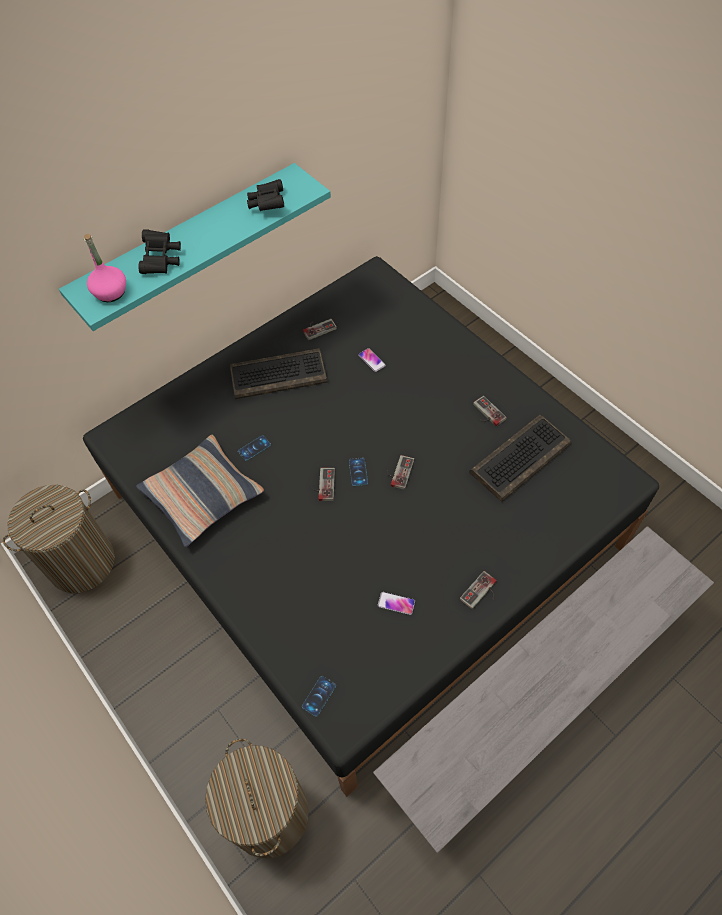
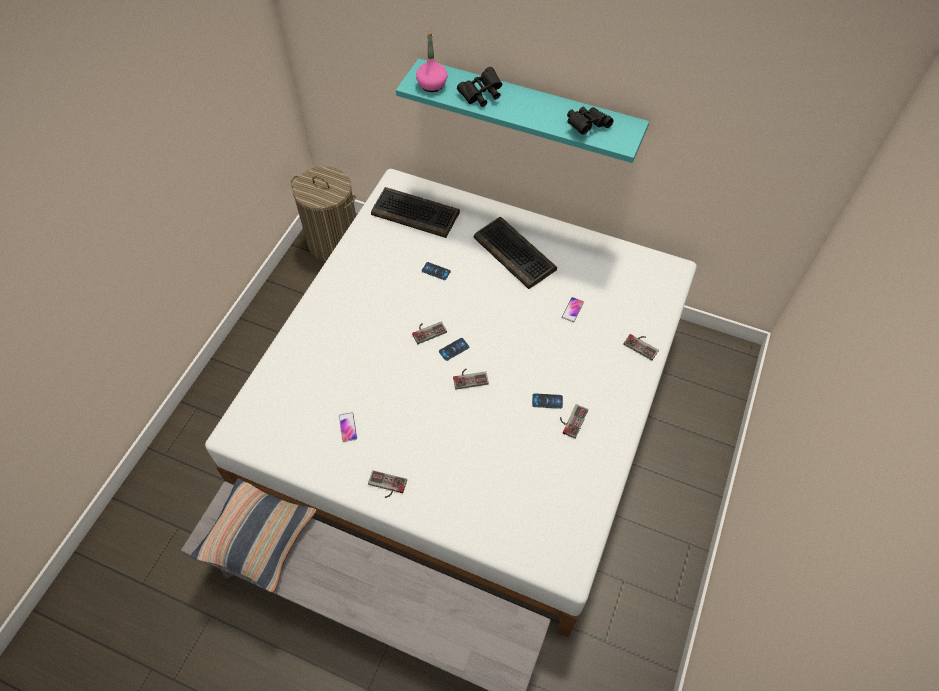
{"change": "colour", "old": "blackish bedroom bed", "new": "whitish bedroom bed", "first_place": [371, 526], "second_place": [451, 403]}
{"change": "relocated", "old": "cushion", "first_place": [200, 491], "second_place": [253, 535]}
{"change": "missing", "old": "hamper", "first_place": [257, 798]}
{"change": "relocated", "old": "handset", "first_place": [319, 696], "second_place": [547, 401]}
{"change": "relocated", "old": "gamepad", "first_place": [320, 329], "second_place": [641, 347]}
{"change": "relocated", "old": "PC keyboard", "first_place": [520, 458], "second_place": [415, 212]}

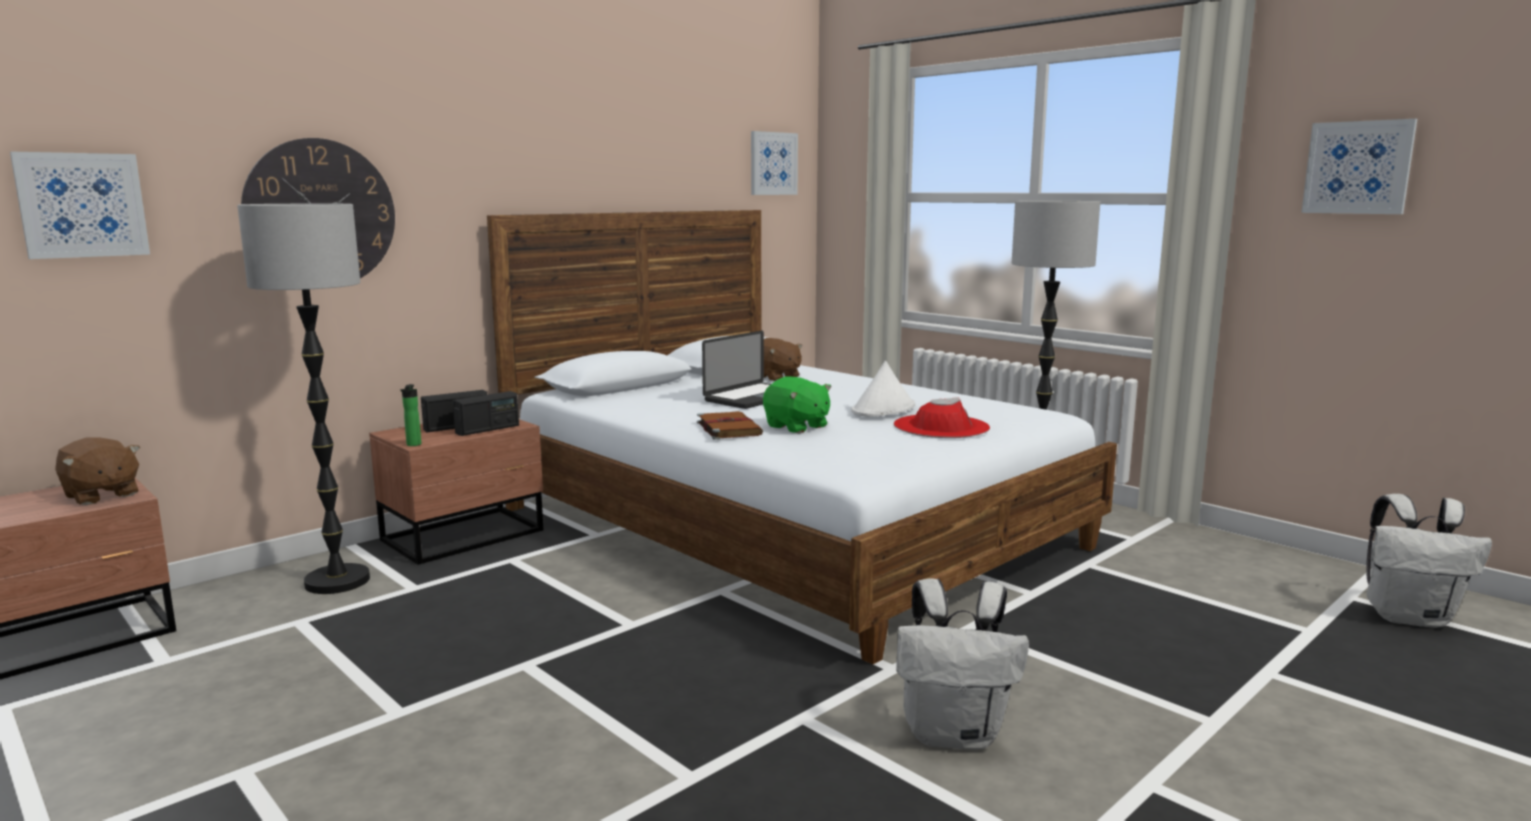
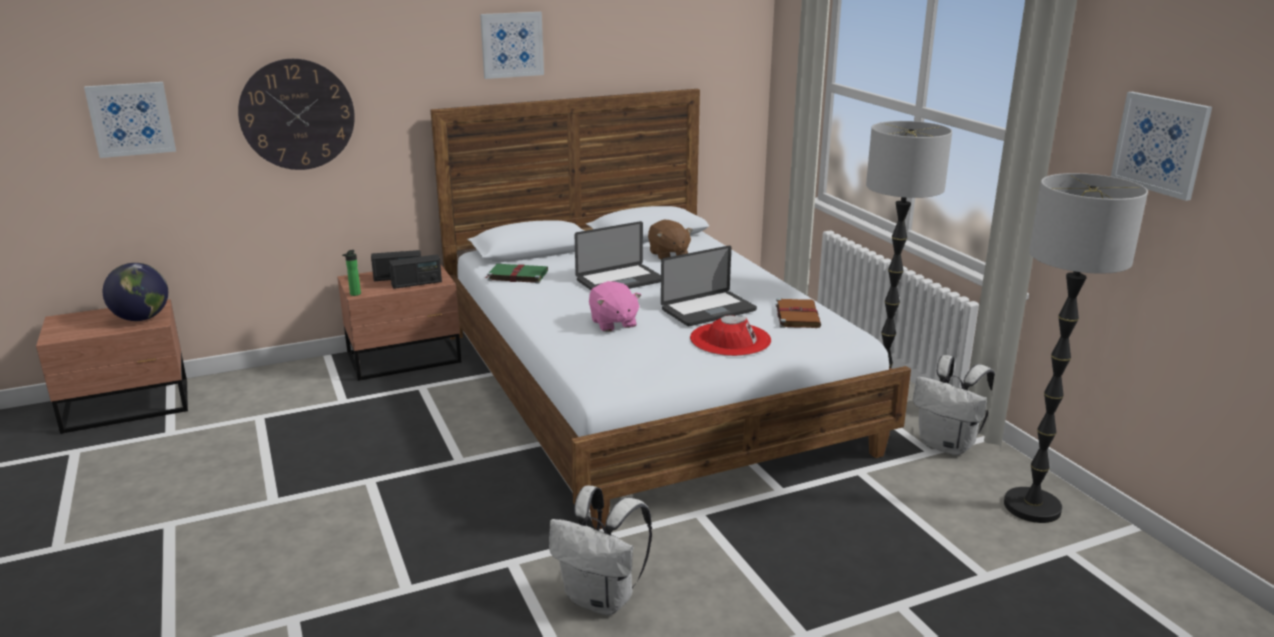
{"change": "exchanged", "old": "brownish cuddly toy", "new": "globe", "first_place": [97, 471], "second_place": [135, 292]}
{"change": "relocated", "old": "floor lamp", "first_place": [303, 399], "second_place": [1076, 348]}
{"change": "relocated", "old": "brownish volume", "first_place": [730, 425], "second_place": [798, 313]}
{"change": "relocated", "old": "wall art", "first_place": [774, 163], "second_place": [512, 45]}
{"change": "colour", "old": "green-coloured cuddly toy", "new": "pinkish cuddly toy", "first_place": [797, 405], "second_place": [615, 306]}
{"change": "exchanged", "old": "whitish clothing hat", "new": "portable computer", "first_place": [883, 389], "second_place": [709, 286]}
{"change": "relocated", "old": "whitish knapsack", "first_place": [1429, 561], "second_place": [954, 405]}
{"change": "appeared", "new": "green-coloured volume", "second_place": [516, 274]}

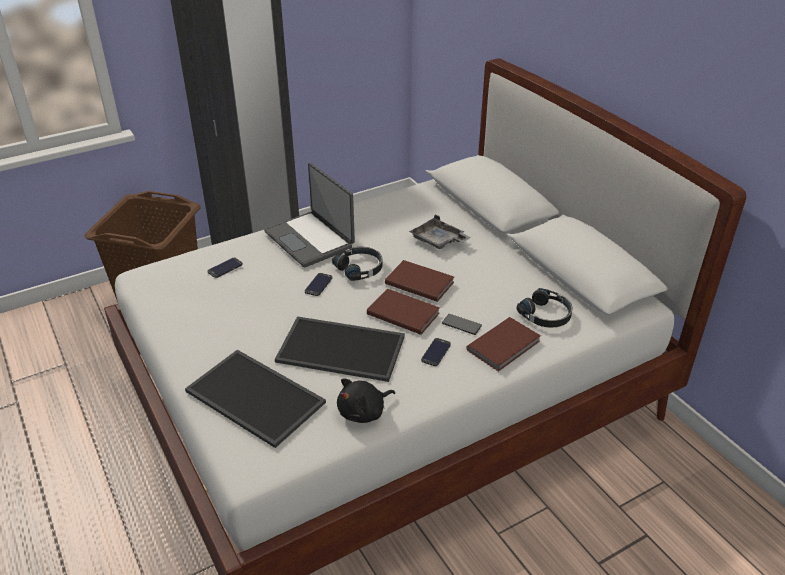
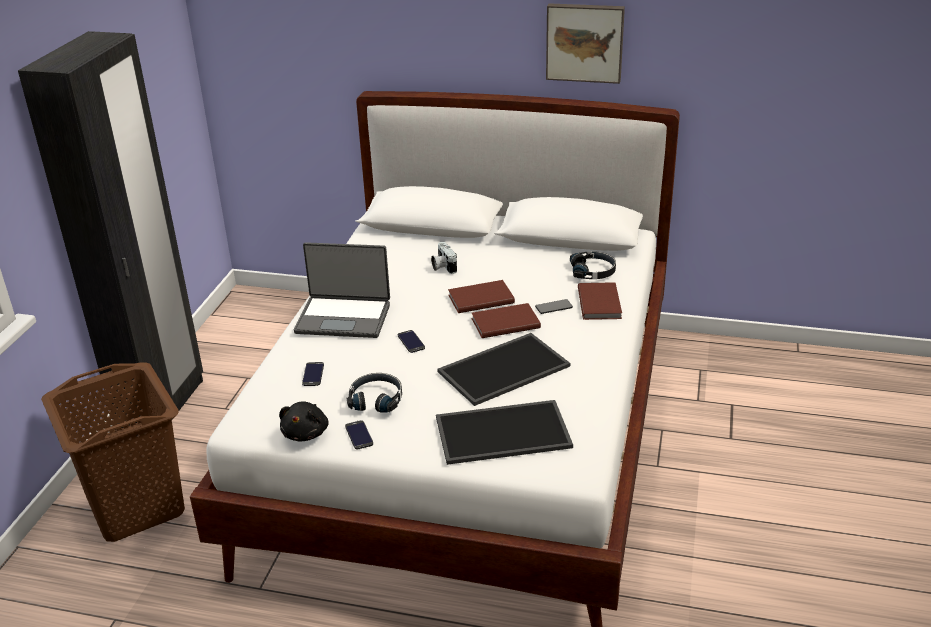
{"change": "relocated", "old": "blackish headphones", "first_place": [357, 264], "second_place": [374, 393]}
{"change": "relocated", "old": "blackish cuddly toy", "first_place": [366, 401], "second_place": [304, 421]}
{"change": "exchanged", "old": "grey tray", "new": "photo camera", "first_place": [440, 232], "second_place": [444, 258]}
{"change": "relocated", "old": "handset", "first_place": [436, 352], "second_place": [359, 434]}
{"change": "appeared", "new": "wall art", "second_place": [585, 43]}

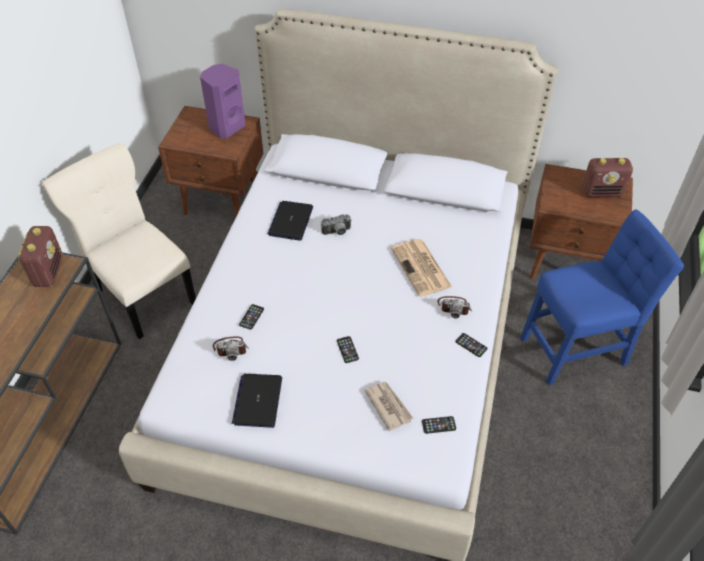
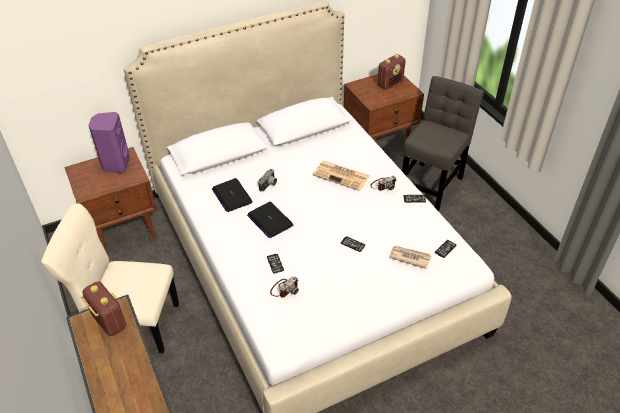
{"change": "relocated", "old": "portable computer", "first_place": [257, 401], "second_place": [270, 220]}
{"change": "colour", "old": "blue chair", "new": "grey chair", "first_place": [602, 297], "second_place": [443, 144]}

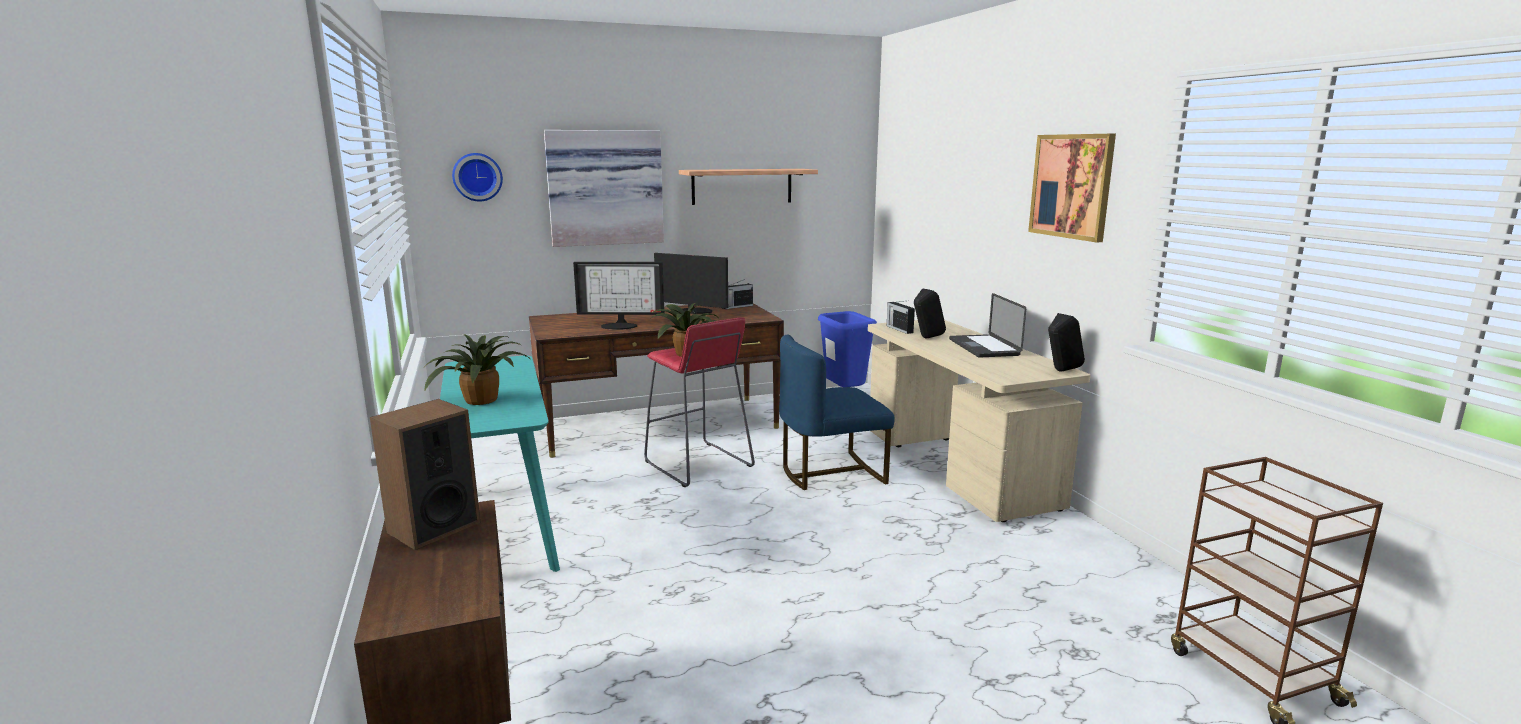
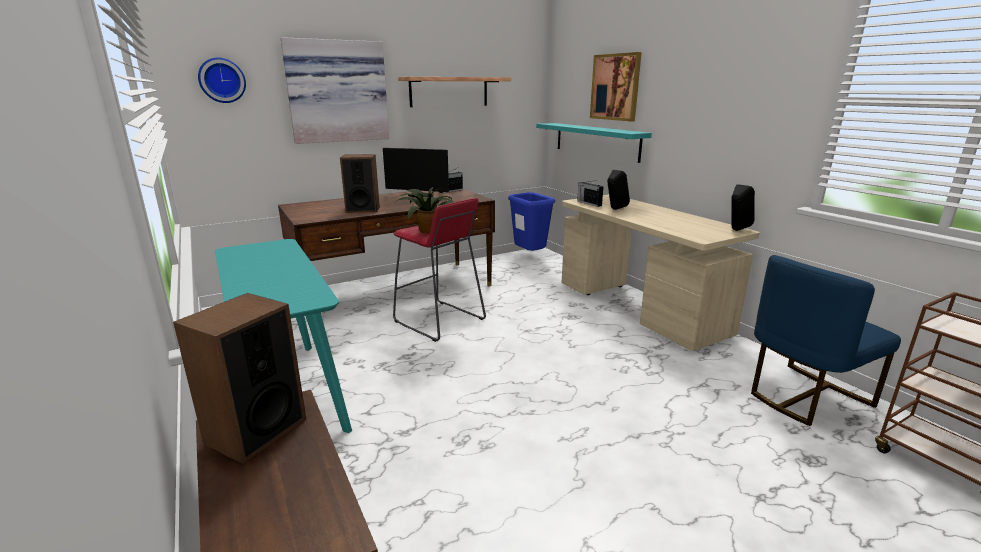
{"change": "missing", "old": "houseplant", "first_place": [478, 369]}
{"change": "exchanged", "old": "monitor", "new": "speaker", "first_place": [618, 296], "second_place": [360, 183]}
{"change": "relocated", "old": "blue chair", "first_place": [836, 412], "second_place": [826, 340]}
{"change": "missing", "old": "portable computer", "first_place": [987, 325]}
{"change": "relocated", "old": "wall art", "first_place": [1072, 188], "second_place": [616, 87]}
{"change": "appeared", "new": "blue-green wall shelf", "second_place": [594, 143]}

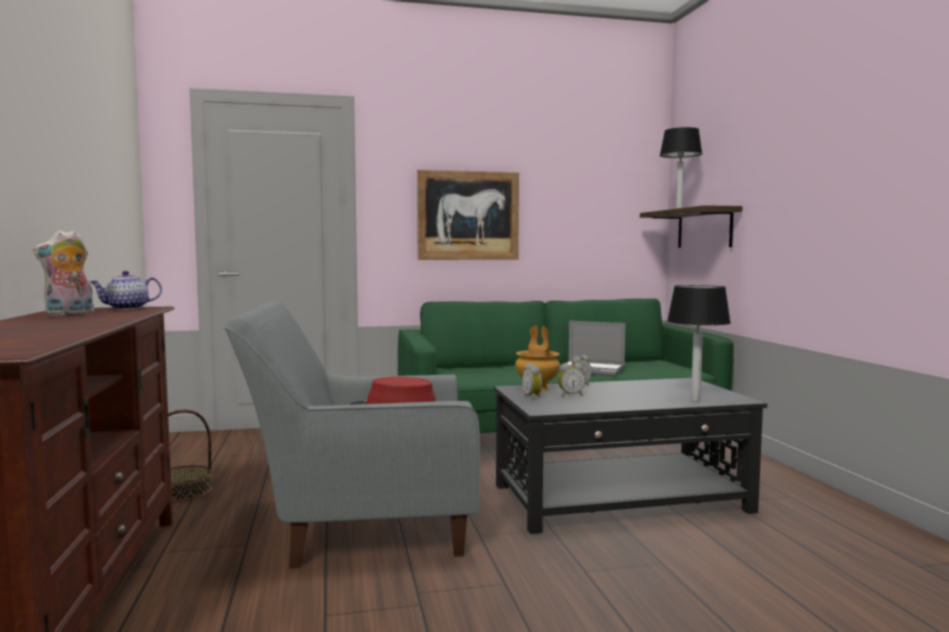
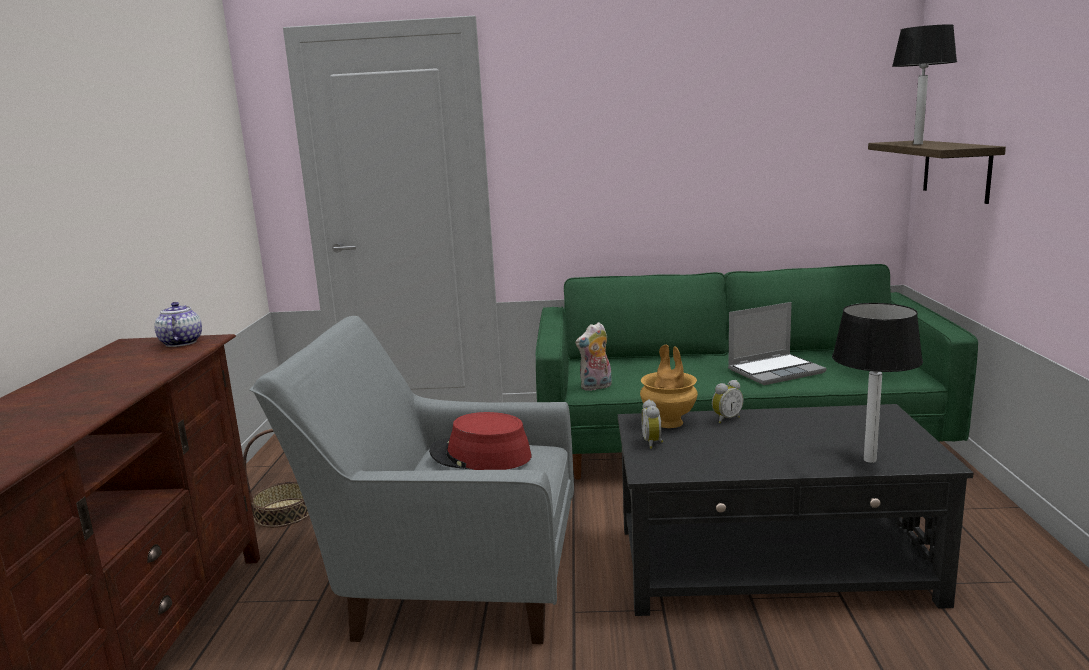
{"change": "relocated", "old": "cuddly toy", "first_place": [63, 273], "second_place": [593, 356]}
{"change": "spun", "old": "teapot", "first_place": [126, 290], "second_place": [178, 324], "degrees": 90}
{"change": "missing", "old": "wall art", "first_place": [468, 215]}
{"change": "spun", "old": "portable computer", "first_place": [591, 348], "second_place": [777, 343], "degrees": -60}
{"change": "missing", "old": "alarm clock", "first_place": [571, 380]}

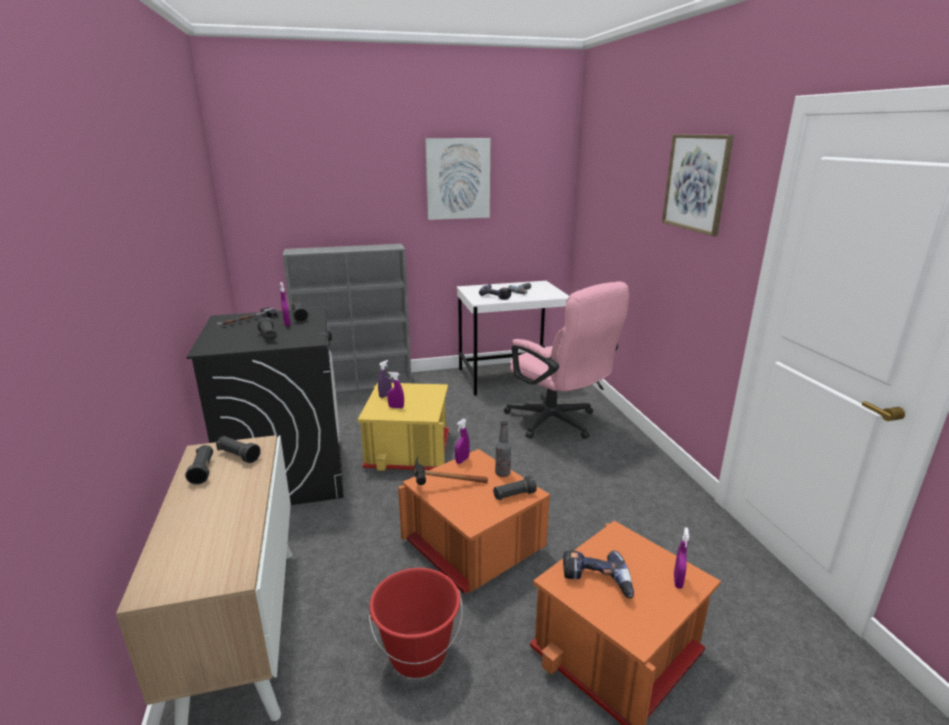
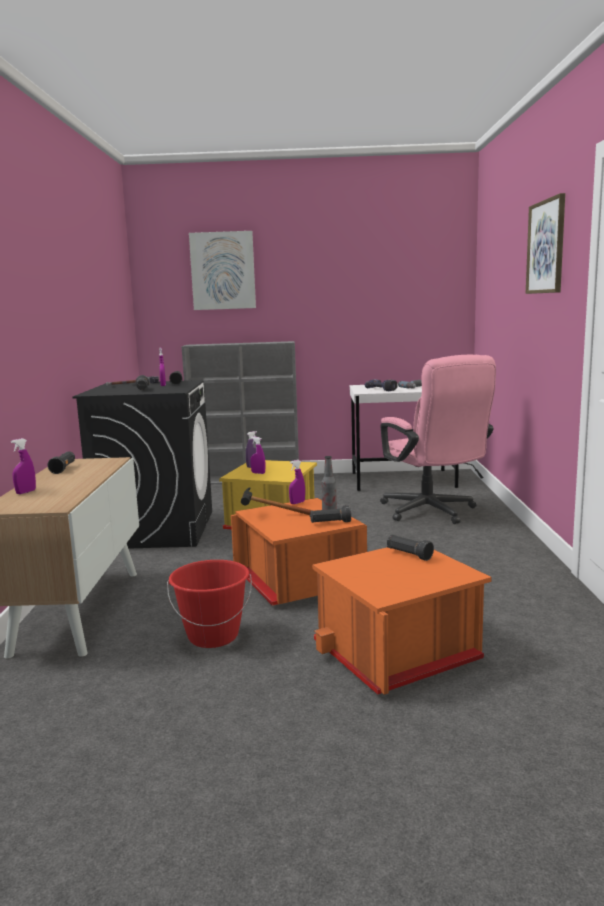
{"change": "relocated", "old": "blackish torch", "first_place": [238, 449], "second_place": [410, 547]}
{"change": "relocated", "old": "wall art", "first_place": [457, 179], "second_place": [222, 270]}
{"change": "missing", "old": "electric drill", "first_place": [598, 574]}
{"change": "relocated", "old": "purple-coloured hand sprayer", "first_place": [681, 558], "second_place": [23, 466]}

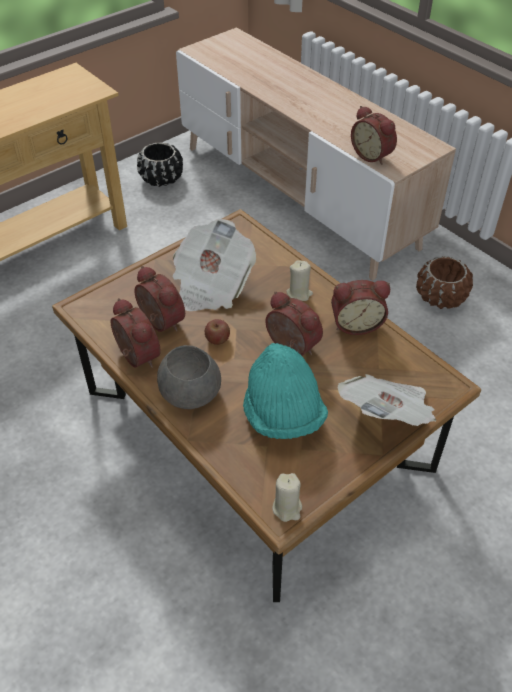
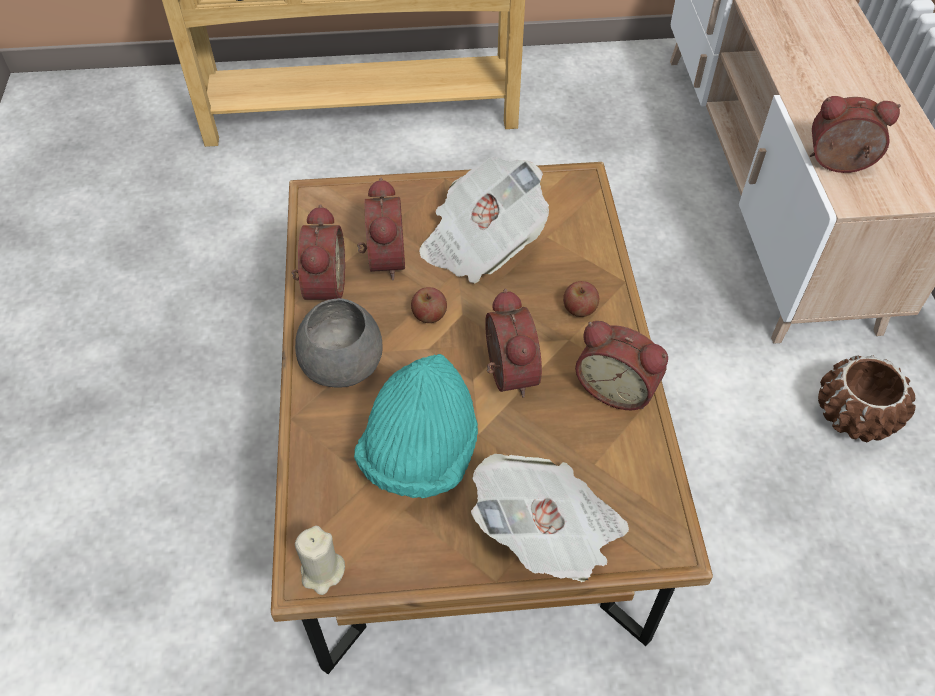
{"change": "missing", "old": "blackish flower pot", "first_place": [160, 164]}
{"change": "exchanged", "old": "beige wax light", "new": "whole apple", "first_place": [299, 280], "second_place": [581, 299]}
{"change": "spun", "old": "alarm clock", "first_place": [374, 135], "second_place": [855, 134], "degrees": 105}

